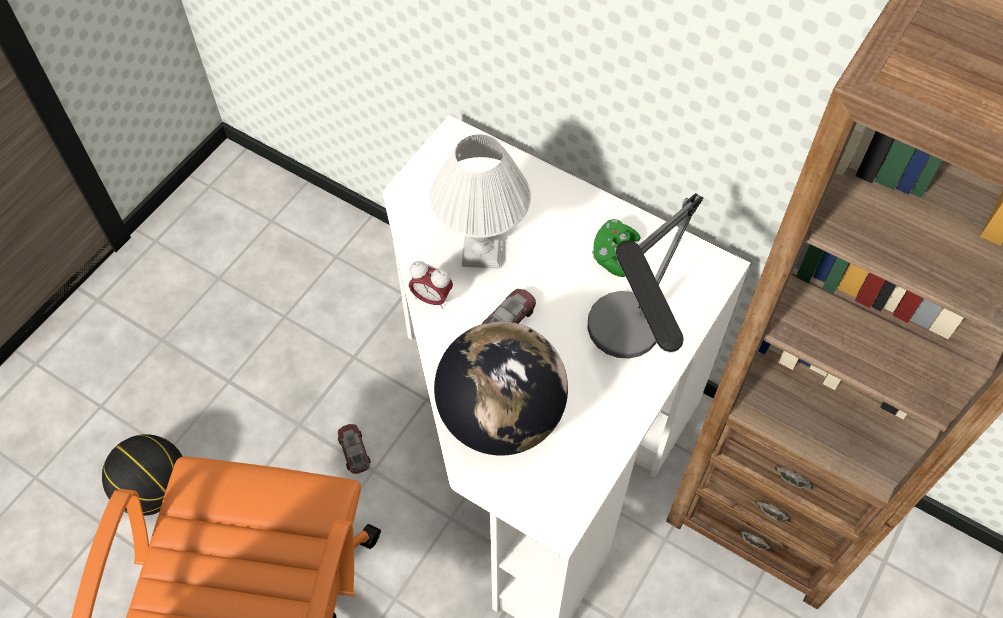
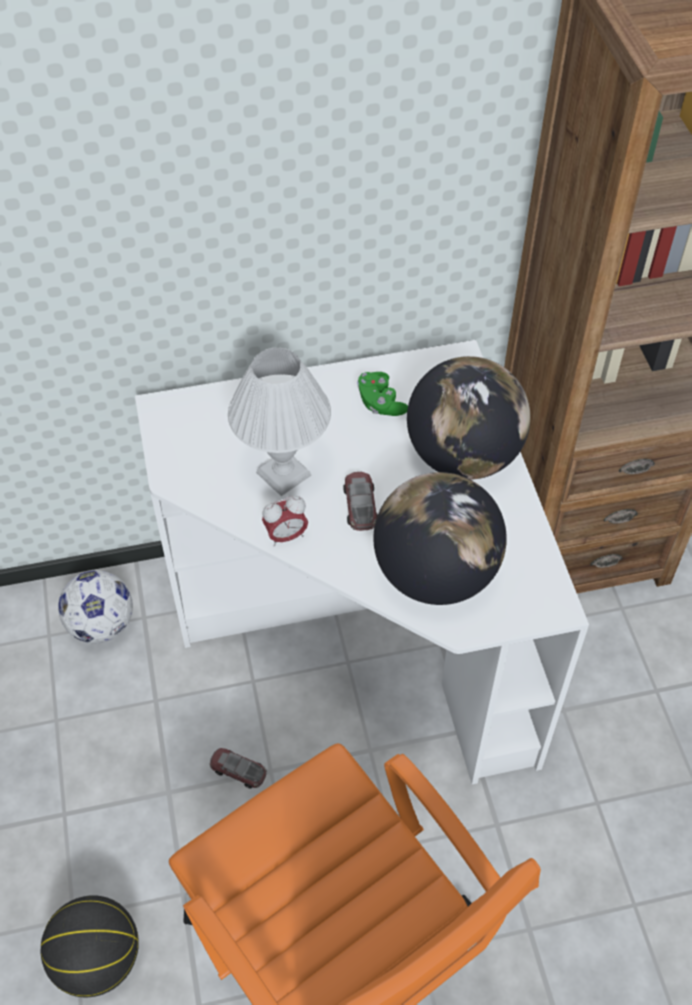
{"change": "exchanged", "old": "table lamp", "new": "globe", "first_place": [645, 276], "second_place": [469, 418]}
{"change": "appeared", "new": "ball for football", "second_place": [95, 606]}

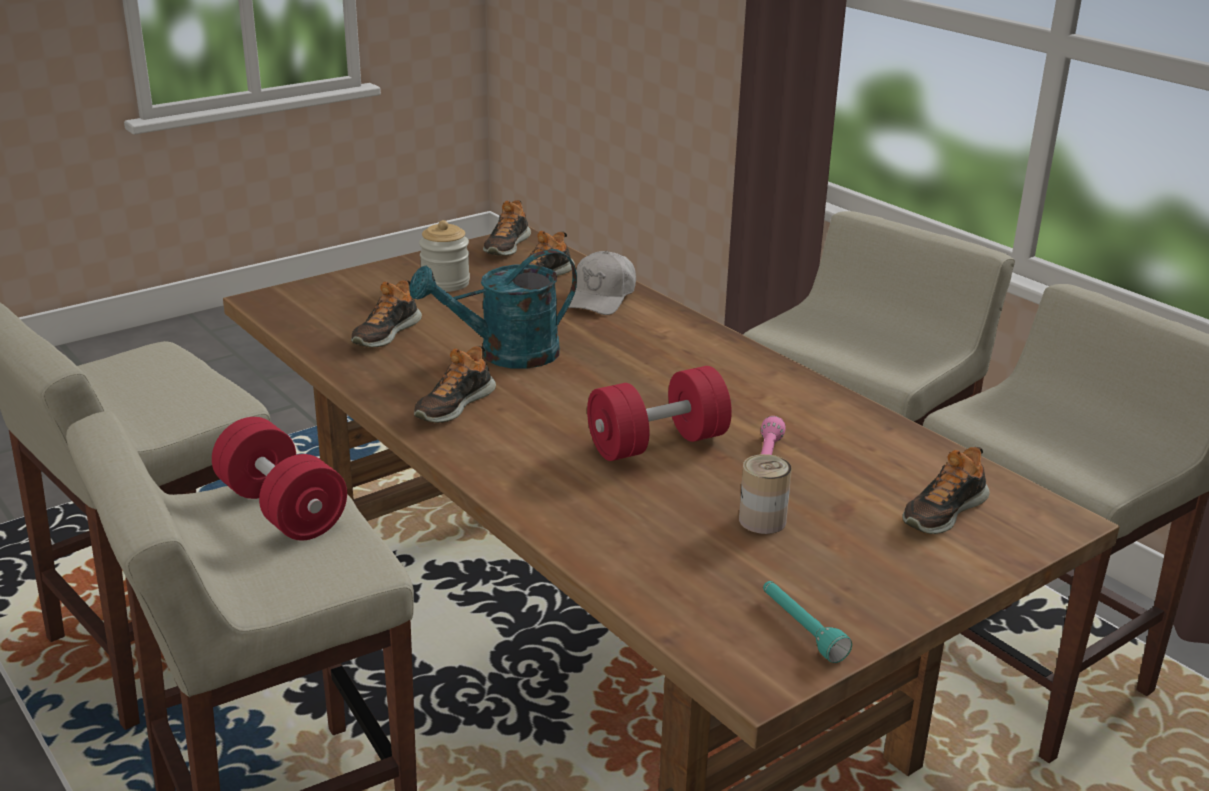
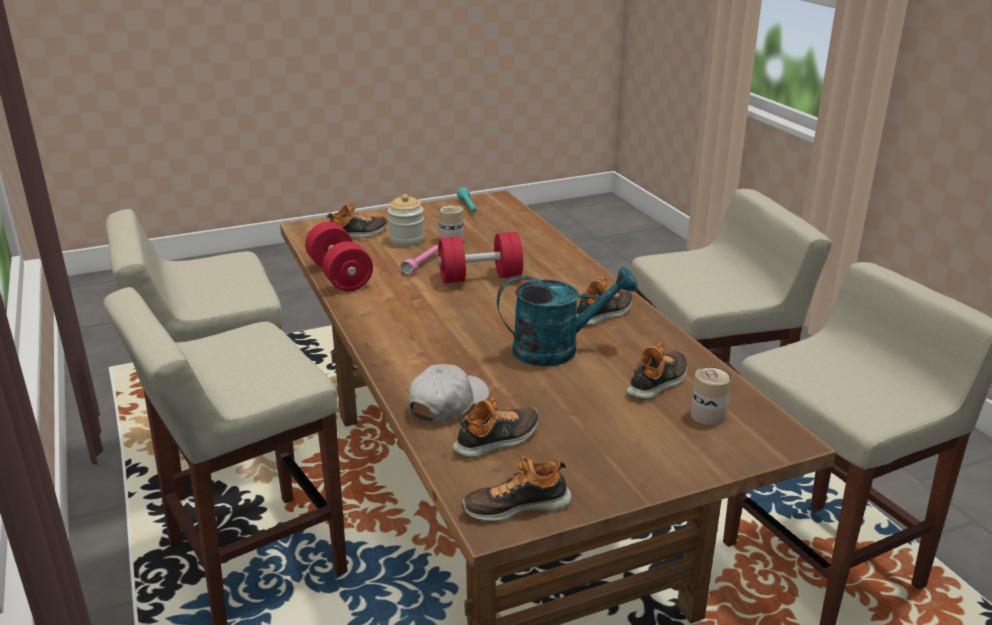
{"change": "relocated", "old": "red dumbbell", "first_place": [279, 479], "second_place": [339, 256]}
{"change": "relocated", "old": "jar", "first_place": [444, 256], "second_place": [406, 220]}
{"change": "spun", "old": "low shoe", "first_place": [507, 228], "second_place": [517, 488], "degrees": -135}
{"change": "appeared", "new": "sealed can", "second_place": [711, 396]}

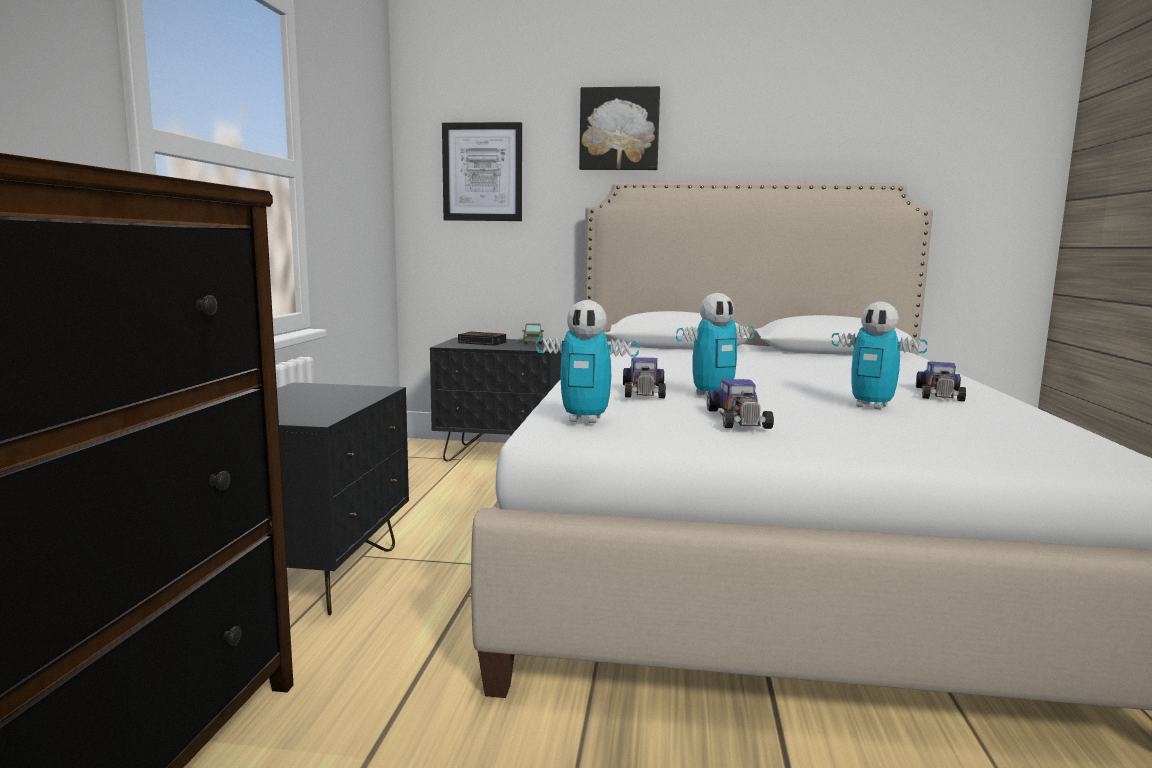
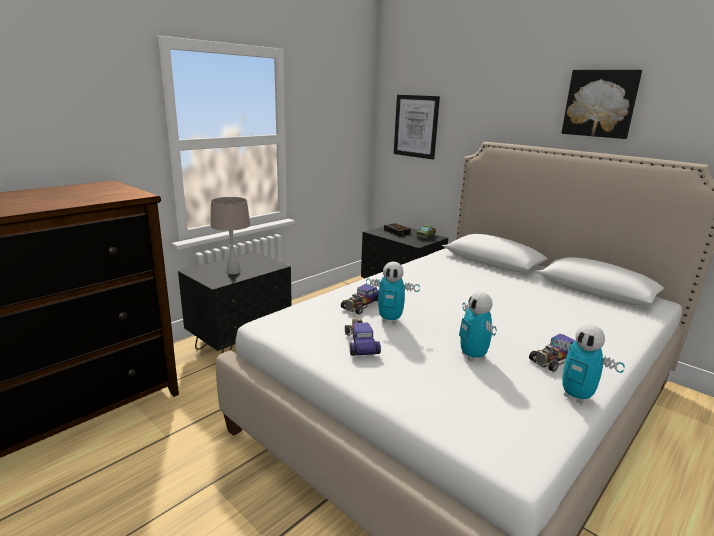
{"change": "relocated", "old": "robot figure", "first_place": [587, 361], "second_place": [588, 364]}
{"change": "relocated", "old": "wall art", "first_place": [619, 128], "second_place": [602, 104]}
{"change": "spun", "old": "toy car", "first_place": [740, 404], "second_place": [363, 337], "degrees": 135}
{"change": "appeared", "new": "beige table lamp", "second_place": [230, 235]}

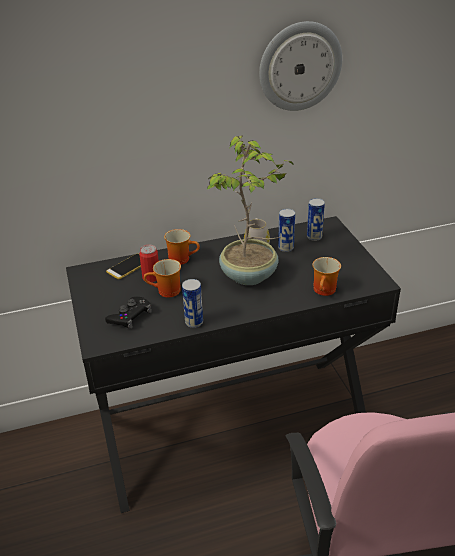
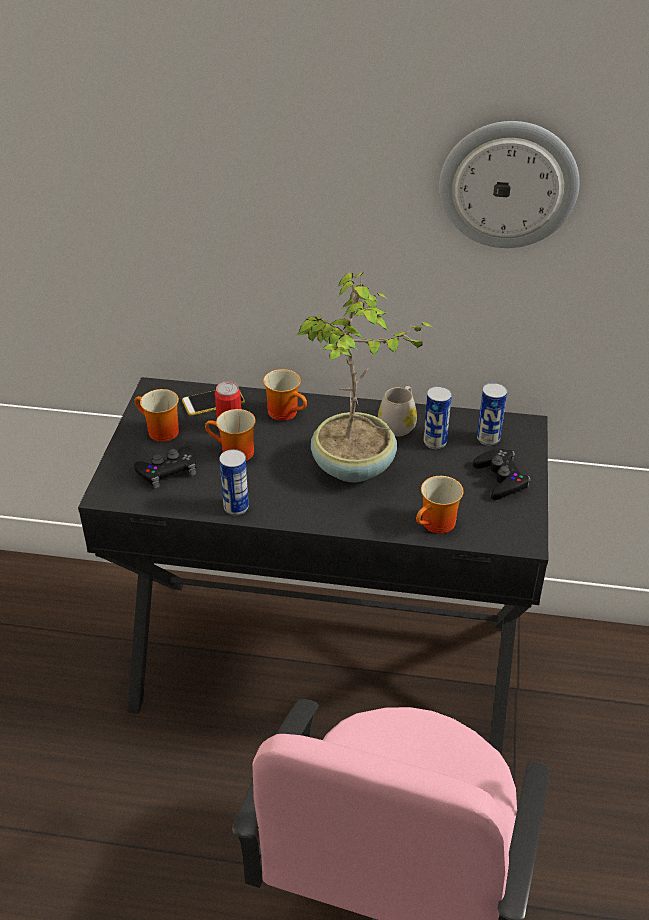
{"change": "appeared", "new": "coffee mug", "second_place": [156, 415]}
{"change": "appeared", "new": "blackish gamepad", "second_place": [502, 474]}

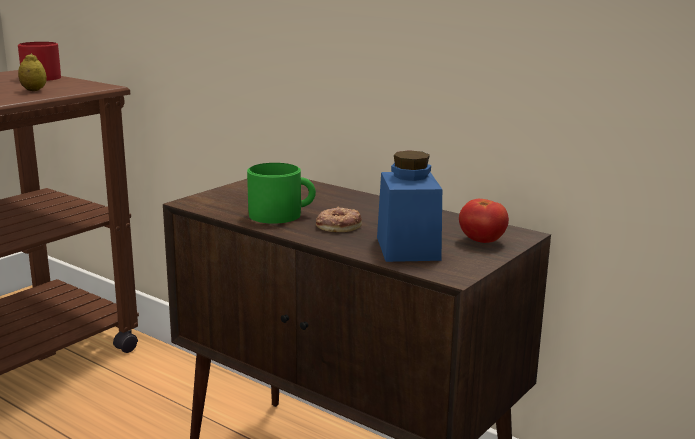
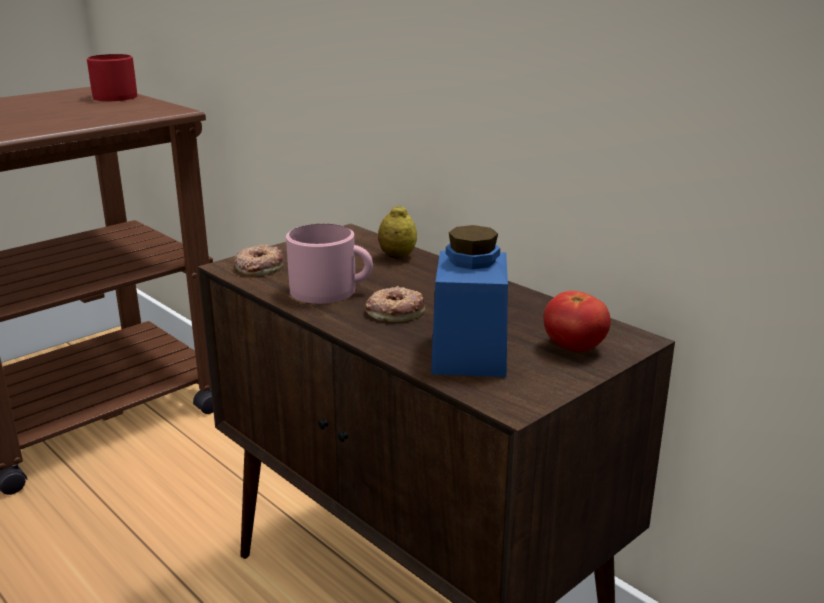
{"change": "relocated", "old": "lemon", "first_place": [32, 72], "second_place": [397, 231]}
{"change": "colour", "old": "green-coloured coffee mug", "new": "pinkish coffee mug", "first_place": [281, 193], "second_place": [329, 264]}
{"change": "appeared", "new": "ring doughnut", "second_place": [259, 260]}

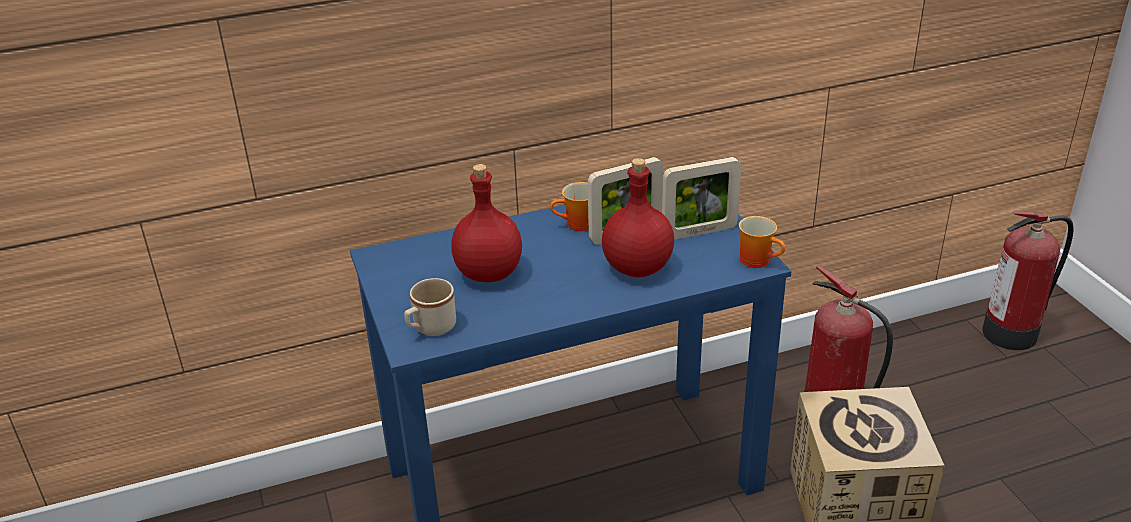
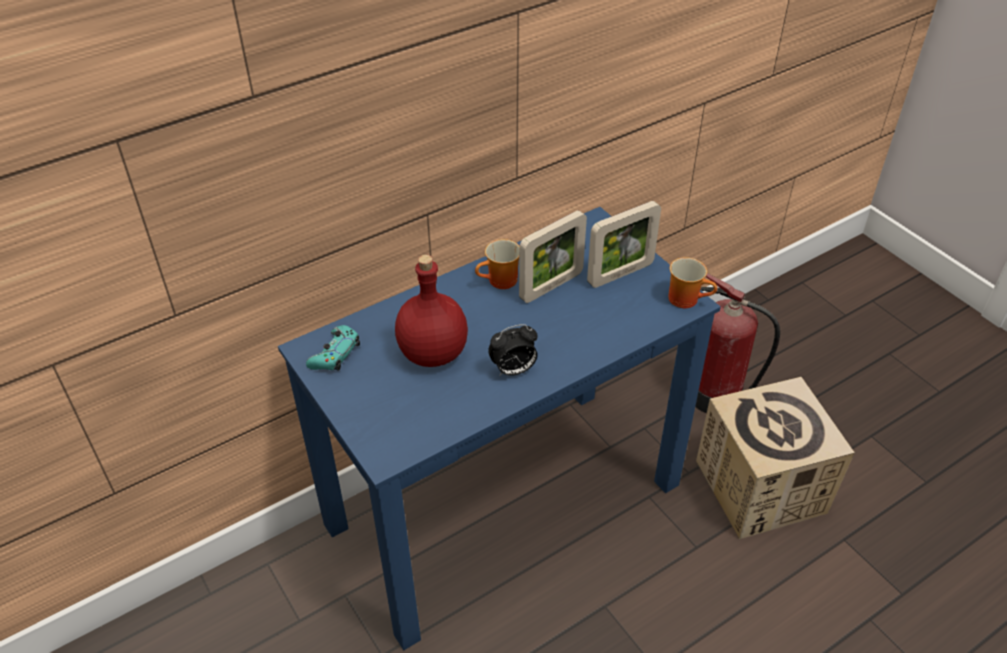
{"change": "missing", "old": "beige coffee mug", "first_place": [430, 307]}
{"change": "missing", "old": "red drink bottle", "first_place": [638, 217]}
{"change": "missing", "old": "fire extinguisher", "first_place": [1028, 280]}
{"change": "appeared", "new": "blue-green gamepad", "second_place": [333, 348]}
{"change": "appeared", "new": "alarm clock", "second_place": [513, 350]}

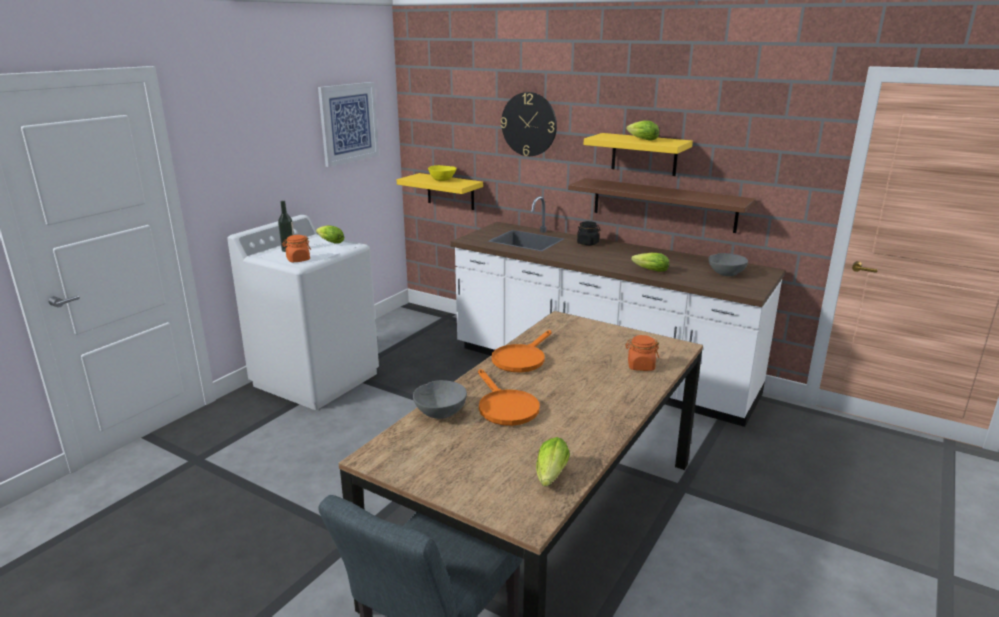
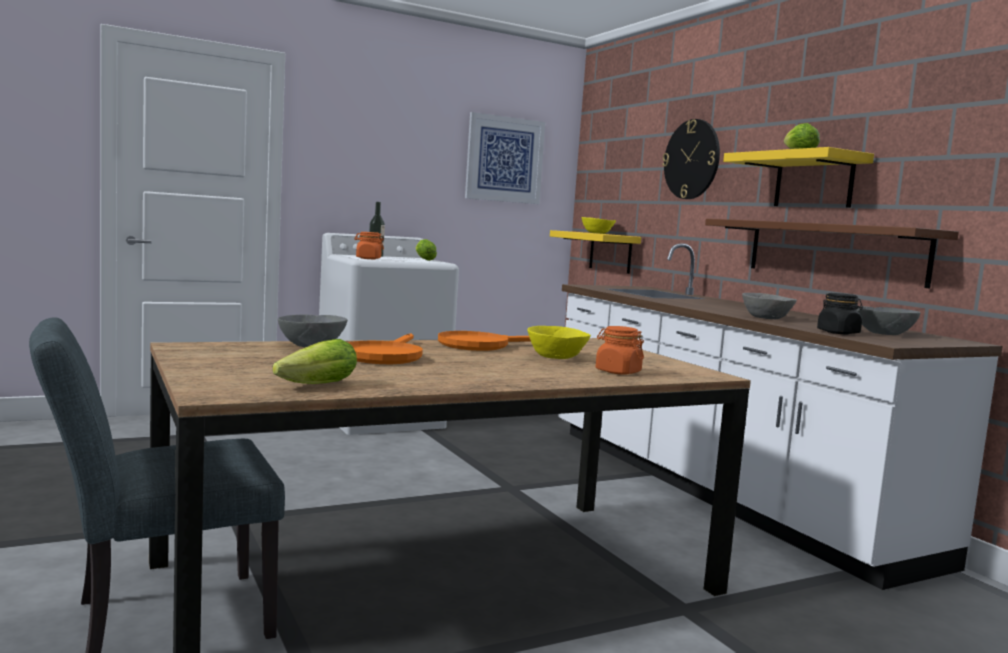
{"change": "relocated", "old": "blackish jar", "first_place": [588, 233], "second_place": [840, 314]}
{"change": "exchanged", "old": "head of lettuce", "new": "grey bowl", "first_place": [650, 262], "second_place": [769, 306]}
{"change": "appeared", "new": "yellowish bowl", "second_place": [559, 342]}

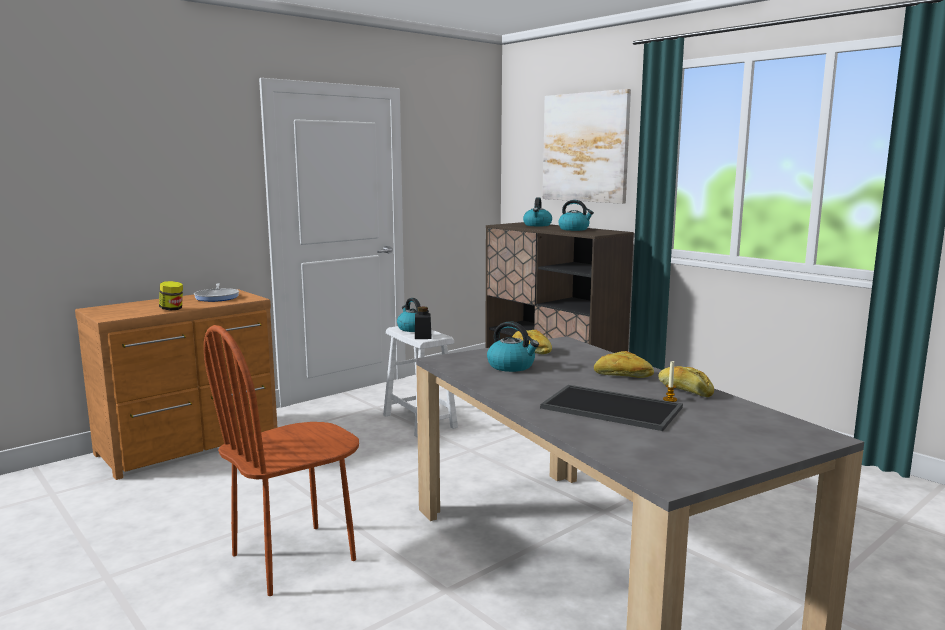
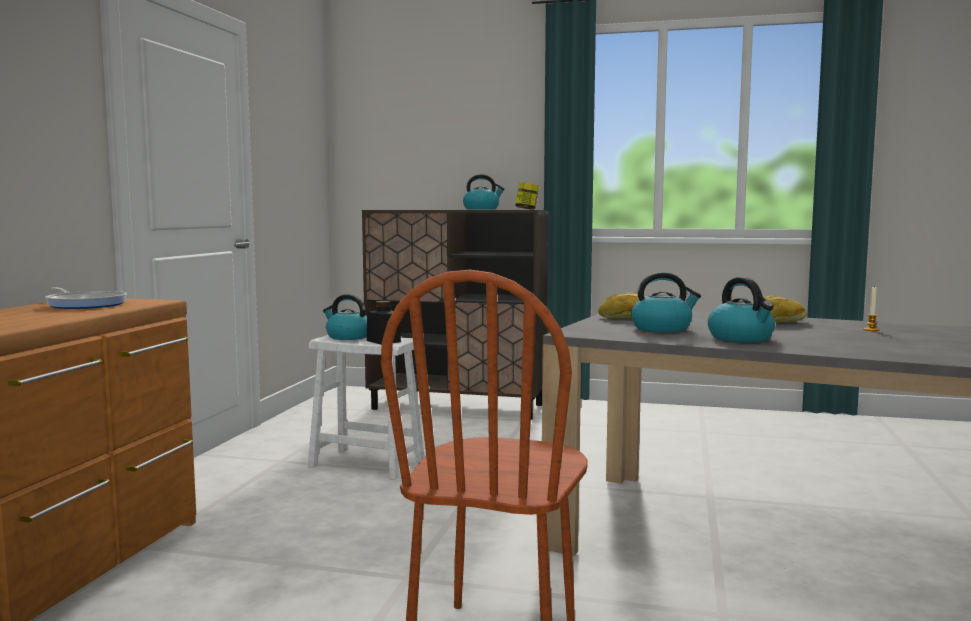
{"change": "relocated", "old": "jar", "first_place": [171, 296], "second_place": [527, 196]}
{"change": "relocated", "old": "water kettle", "first_place": [537, 211], "second_place": [741, 309]}
{"change": "missing", "old": "tray", "first_place": [611, 408]}
{"change": "missing", "old": "wall art", "first_place": [587, 146]}
{"change": "missing", "old": "bakery bread", "first_place": [686, 381]}

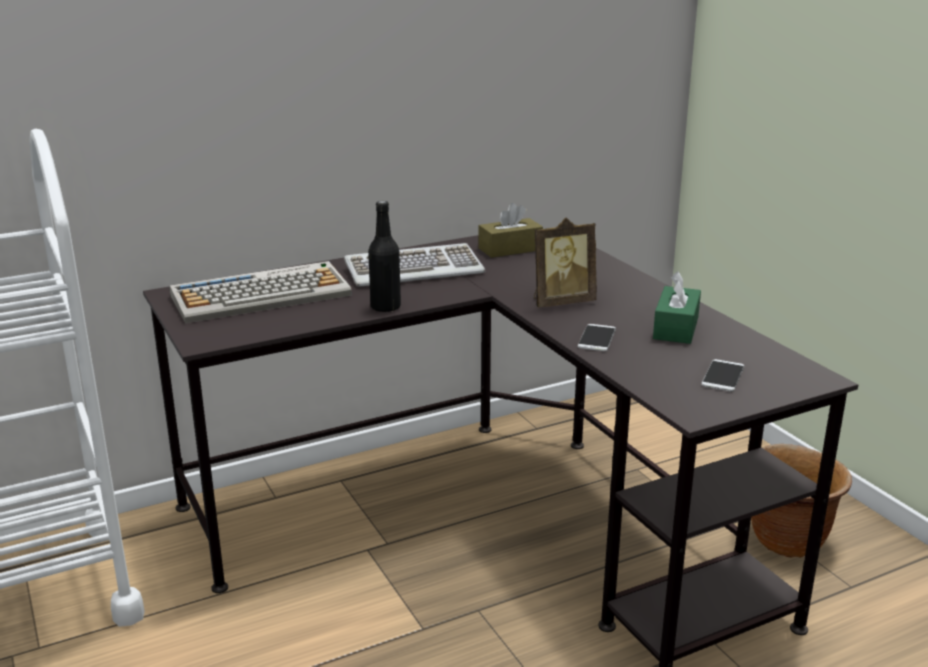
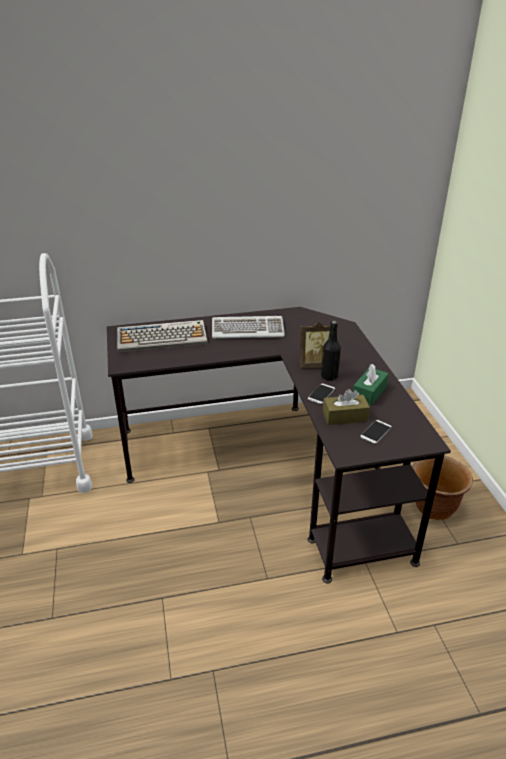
{"change": "relocated", "old": "blackish drink bottle", "first_place": [384, 256], "second_place": [331, 350]}
{"change": "relocated", "old": "brownish box of tissues", "first_place": [510, 230], "second_place": [346, 407]}

